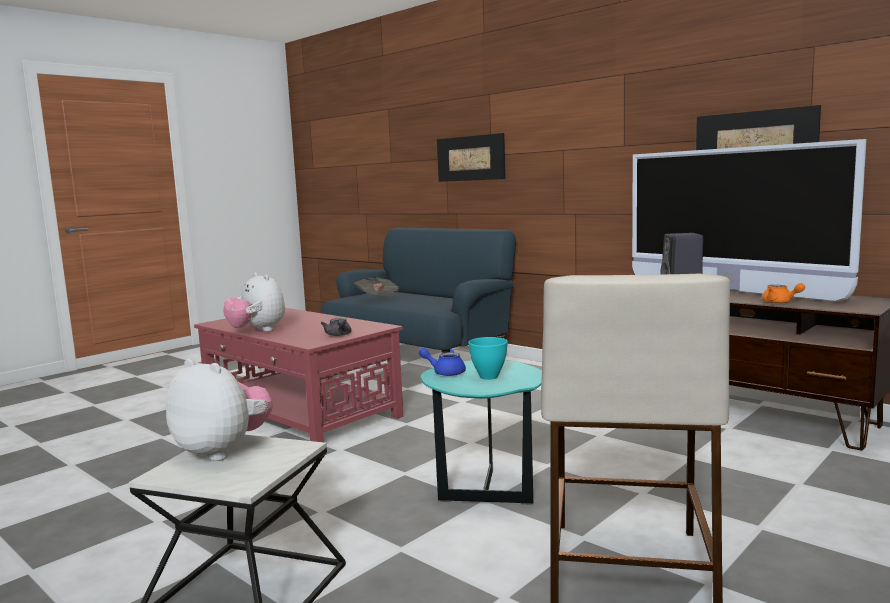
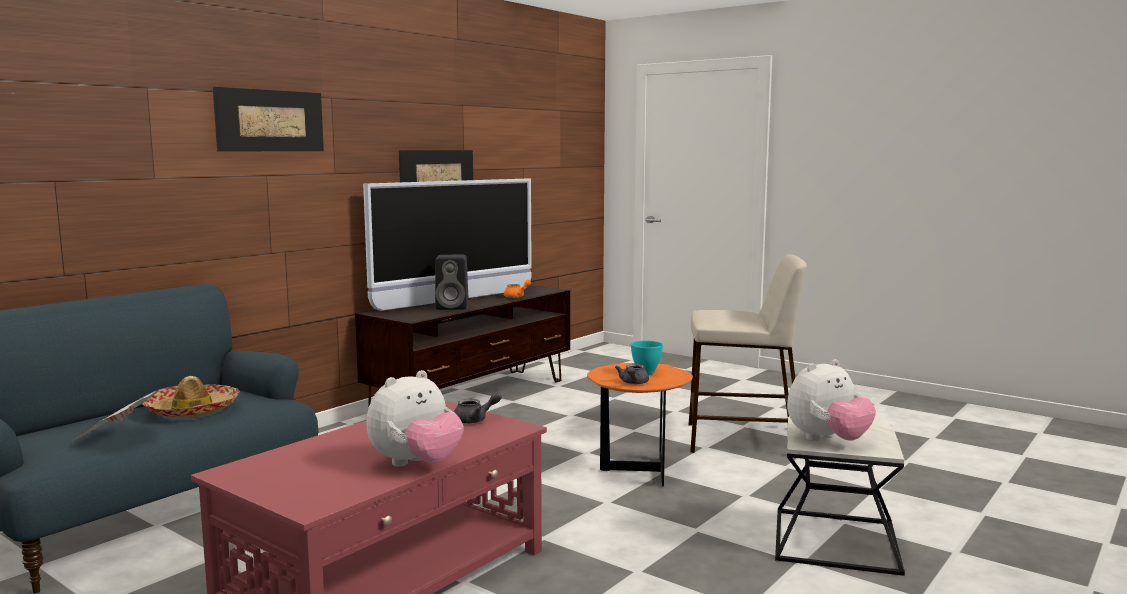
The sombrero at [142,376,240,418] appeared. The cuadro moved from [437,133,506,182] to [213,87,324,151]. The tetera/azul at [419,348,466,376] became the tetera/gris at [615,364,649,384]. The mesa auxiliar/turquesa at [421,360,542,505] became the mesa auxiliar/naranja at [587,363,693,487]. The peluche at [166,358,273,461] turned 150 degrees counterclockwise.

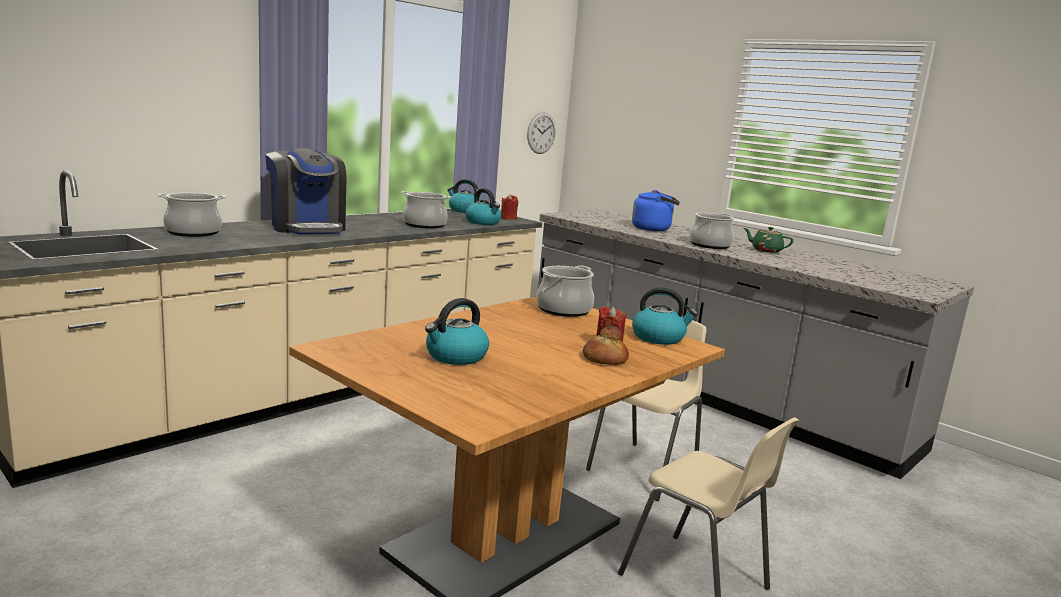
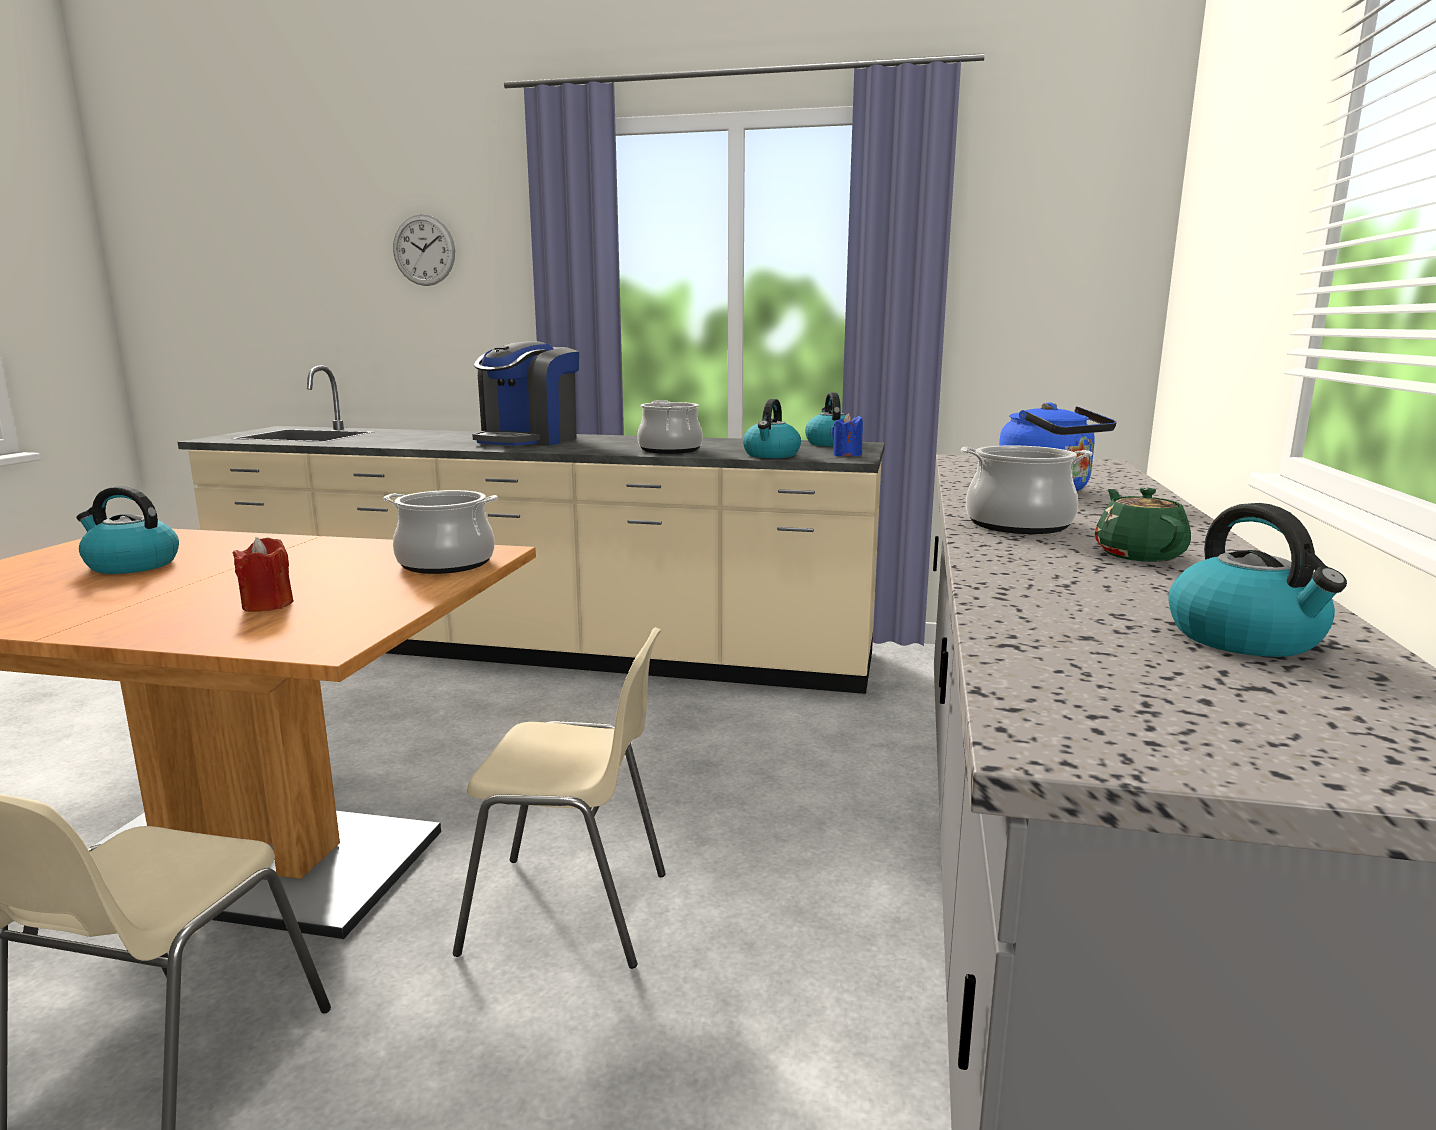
The olla at [158,193,226,237] disappeared. The pan at [583,326,629,365] disappeared. The reloj de pared moved from [527,112,555,154] to [393,214,455,286]. The hervidor moved from [632,287,698,345] to [1168,503,1347,657]. The vela/rojo at [501,194,518,220] became the vela/azul at [832,413,863,457].

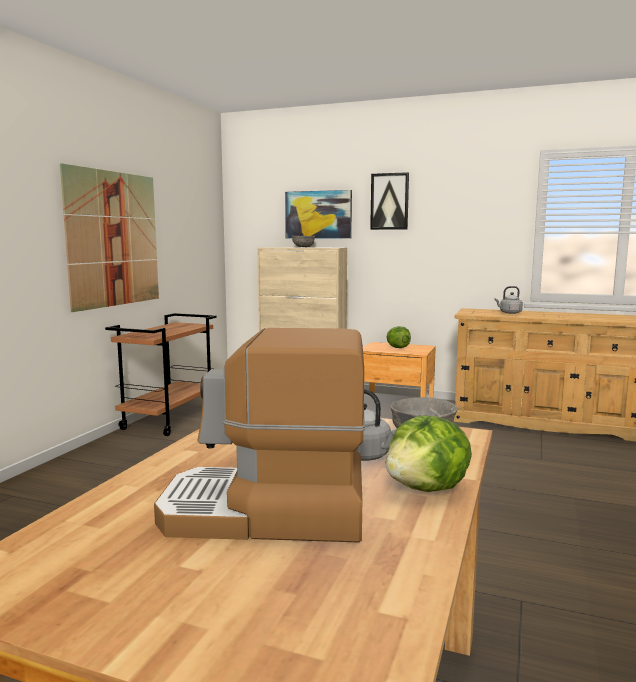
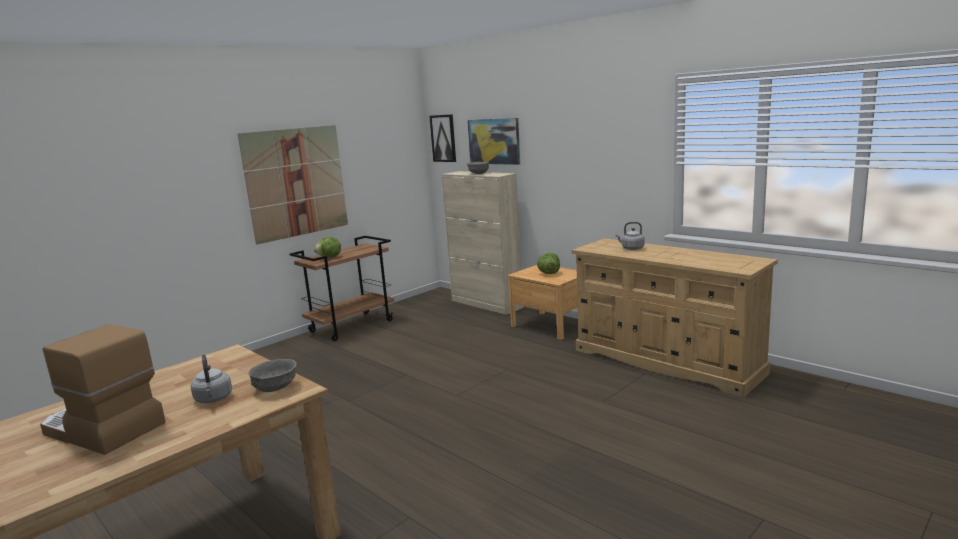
The cuadro moved from [370,172,409,230] to [429,114,456,162]. The lechuga moved from [386,415,472,492] to [314,237,341,258].

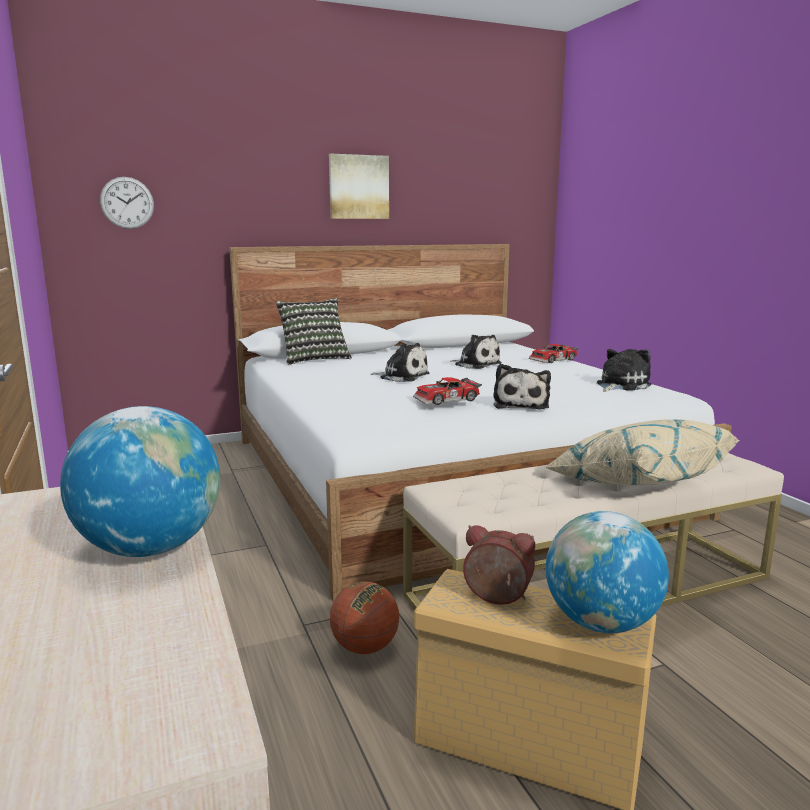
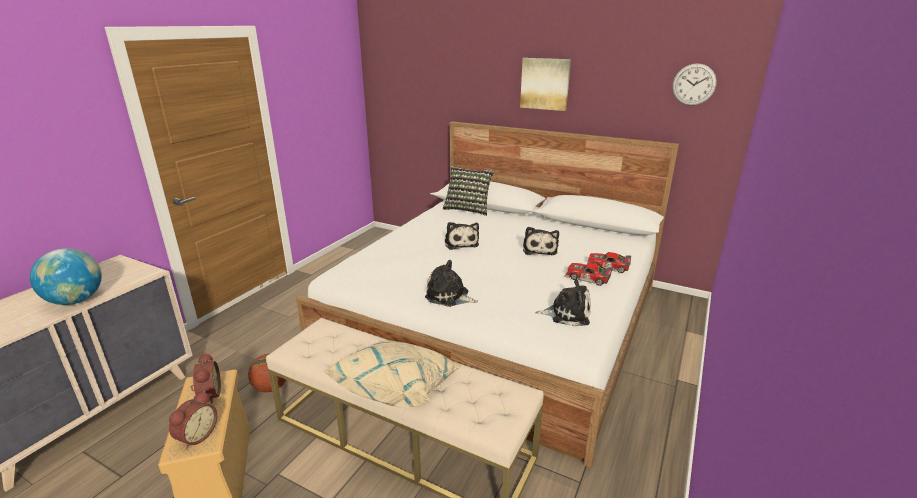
The reloj de pared moved from [100,177,154,229] to [672,63,717,106]. The coche de juguete moved from [413,377,482,405] to [565,263,613,286]. The globo terráqueo at [546,511,669,633] was replaced by the despertador at [169,391,217,449]. The peluche at [493,364,551,410] turned 60 degrees clockwise.

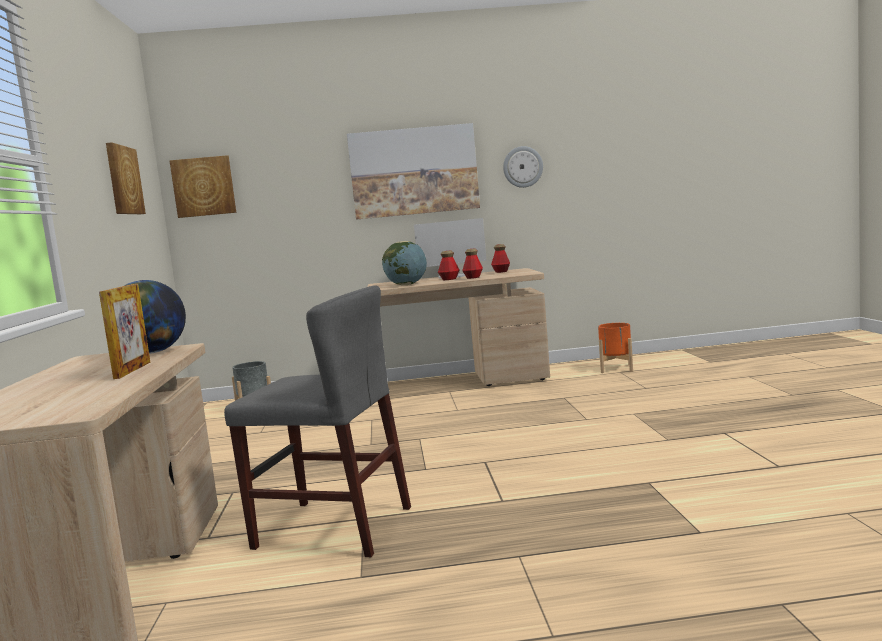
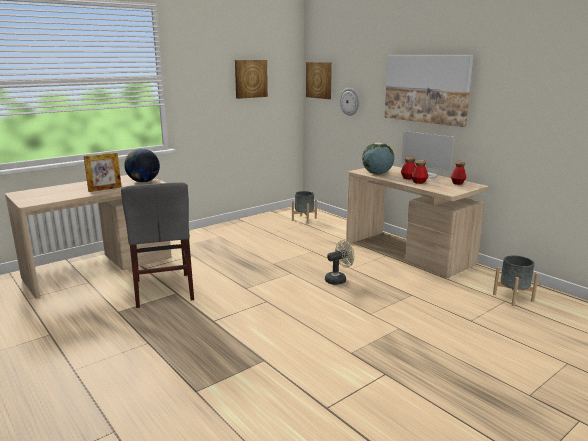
The ventilador/beis at [325,240,354,285] appeared. The reloj de pared moved from [503,146,543,188] to [340,88,359,116]. The maceta/naranja at [598,323,633,373] became the maceta/gris at [493,255,539,306].

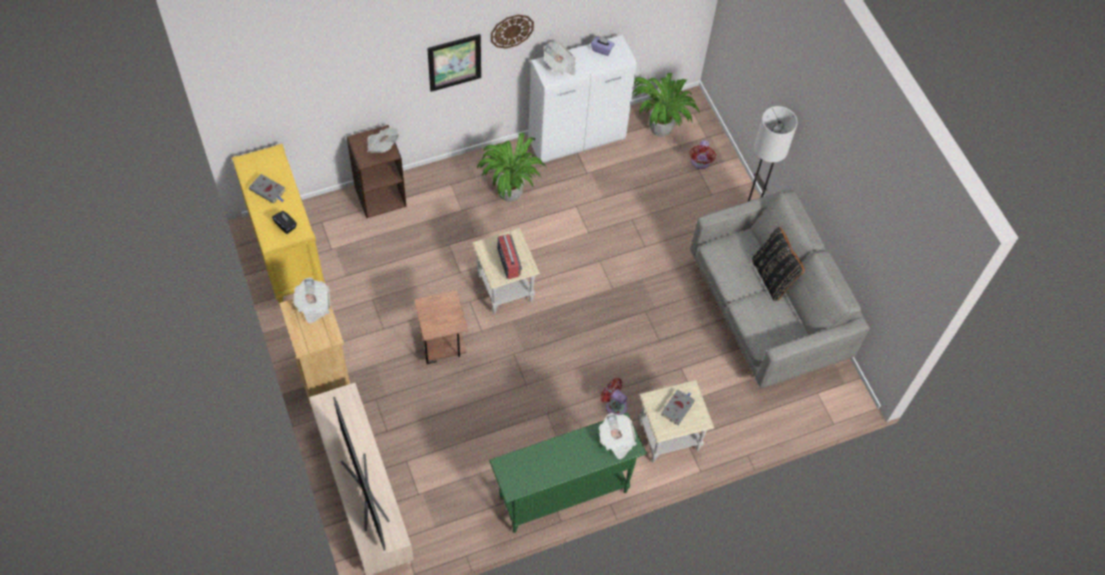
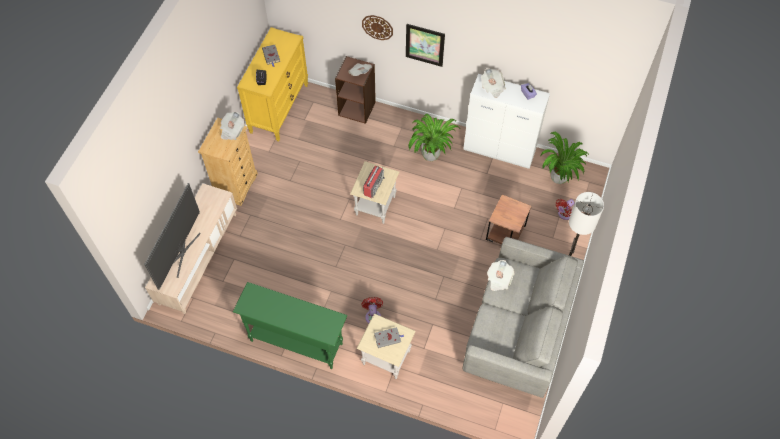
The cojín/negro at [752,227,805,301] disappeared. The mesa auxiliar/marrón moved from [414,290,468,364] to [486,194,532,244]. The reloj de pared moved from [491,15,534,49] to [362,15,393,40]. The periódico moved from [599,413,637,459] to [487,260,514,291].

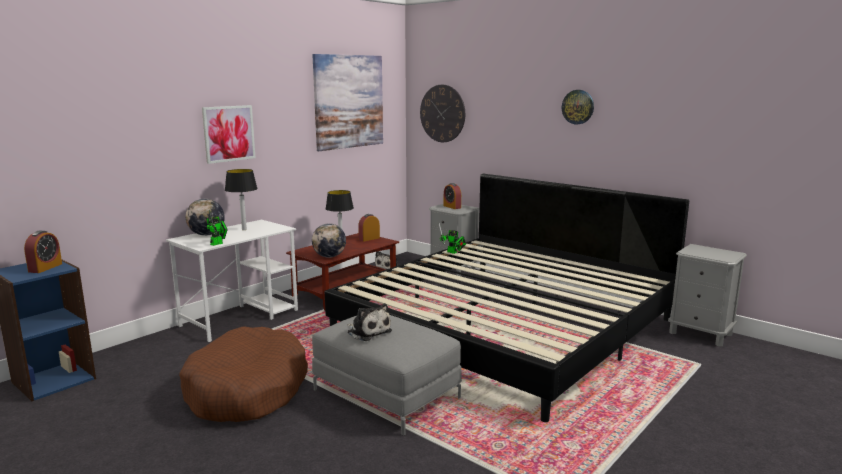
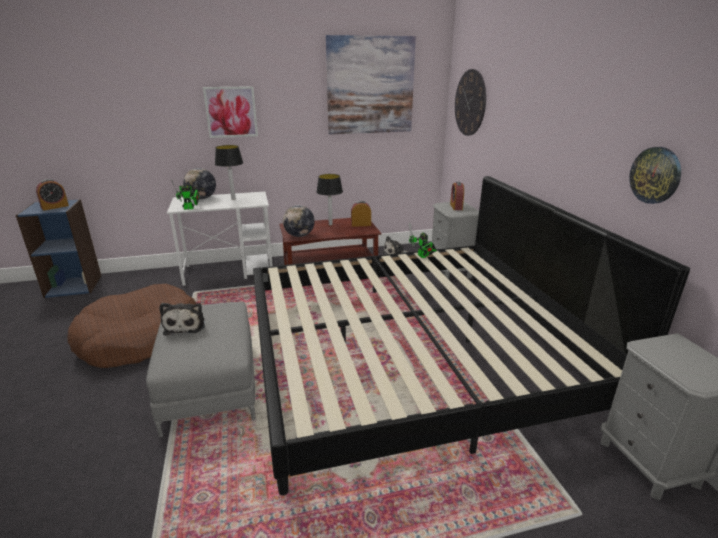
The reloj de pared moved from [562,90,594,125] to [629,147,681,204].

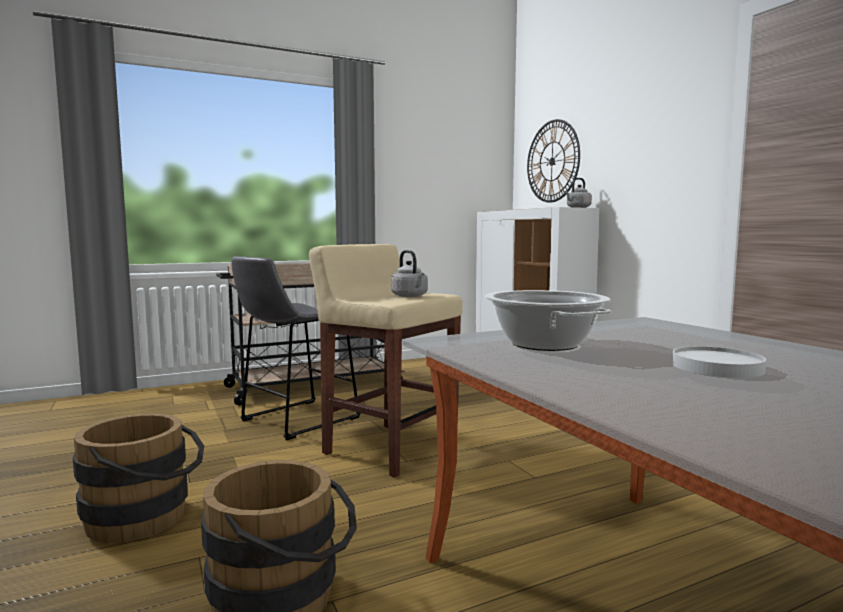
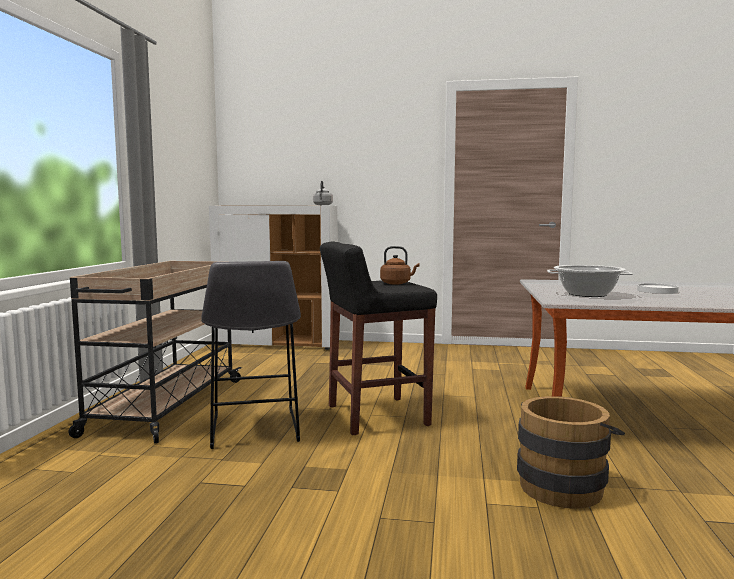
The cubo/marrón at [73,413,204,543] disappeared. The reloj de pared at [527,119,580,203] disappeared. The taburete/beis at [308,244,463,478] became the taburete/negro at [320,241,437,435]. The hervidor/gris at [391,250,428,297] became the hervidor/marrón at [380,246,420,284].

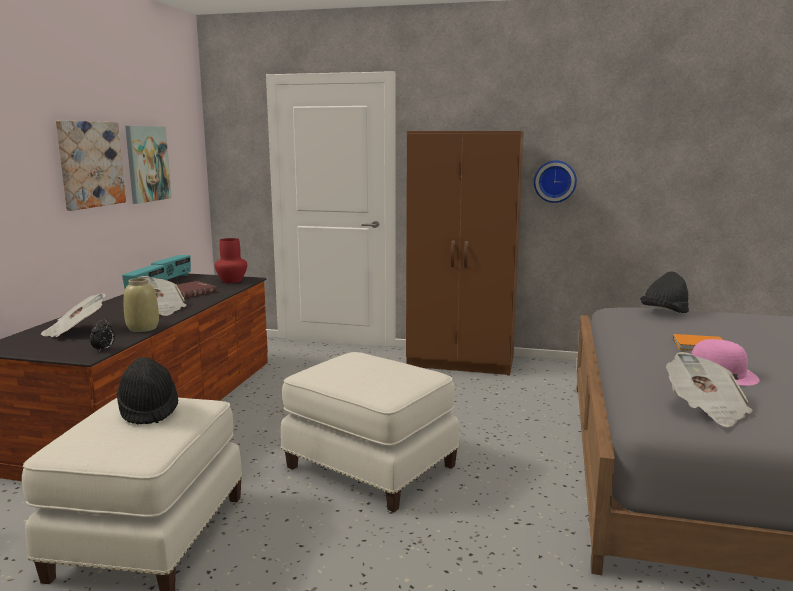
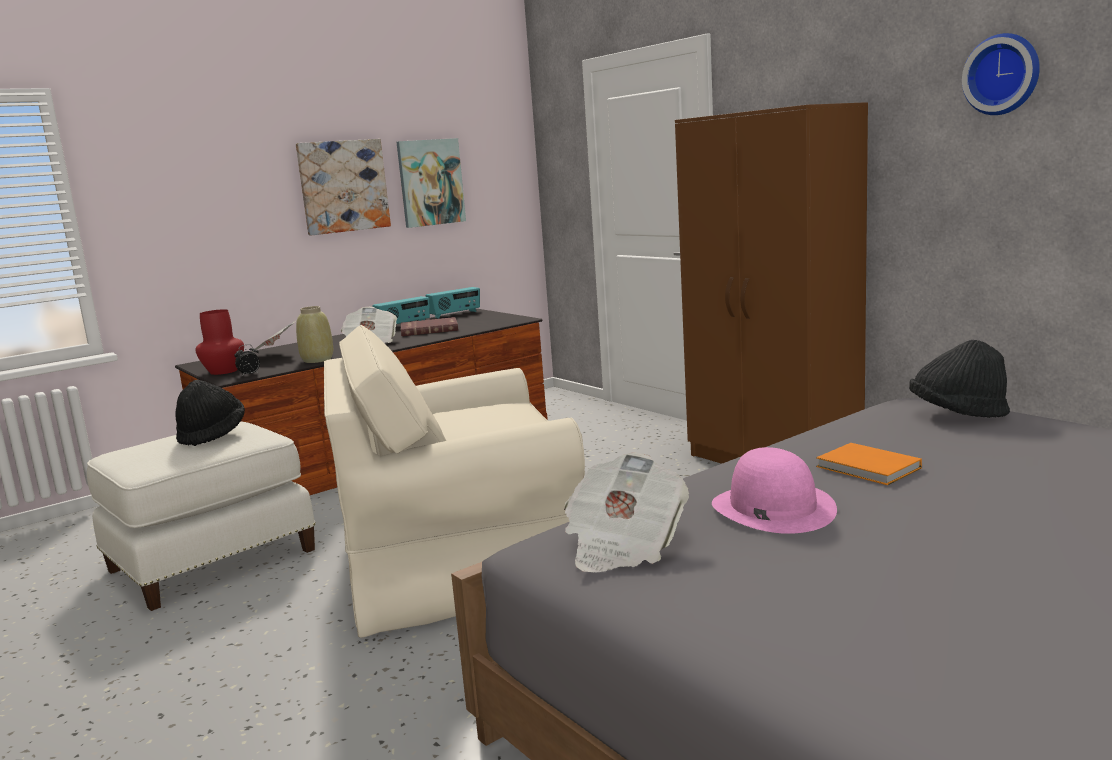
The florero/rojo moved from [215,238,247,283] to [196,309,244,375]. The reloj de pared moved from [534,160,577,203] to [962,33,1040,115]. The puf/blanco at [281,352,459,512] was replaced by the sillón/beis at [324,325,585,638].

